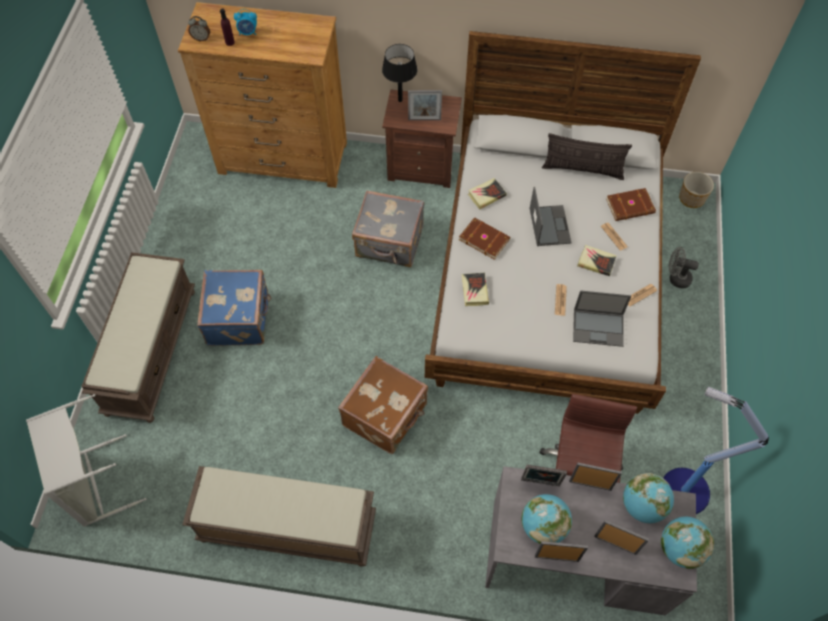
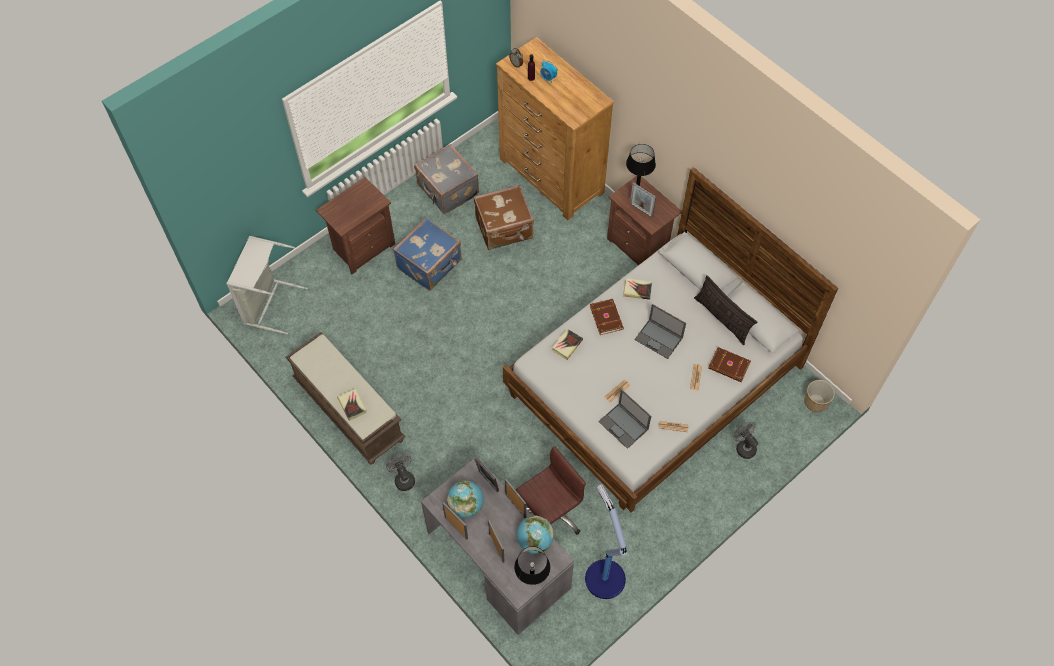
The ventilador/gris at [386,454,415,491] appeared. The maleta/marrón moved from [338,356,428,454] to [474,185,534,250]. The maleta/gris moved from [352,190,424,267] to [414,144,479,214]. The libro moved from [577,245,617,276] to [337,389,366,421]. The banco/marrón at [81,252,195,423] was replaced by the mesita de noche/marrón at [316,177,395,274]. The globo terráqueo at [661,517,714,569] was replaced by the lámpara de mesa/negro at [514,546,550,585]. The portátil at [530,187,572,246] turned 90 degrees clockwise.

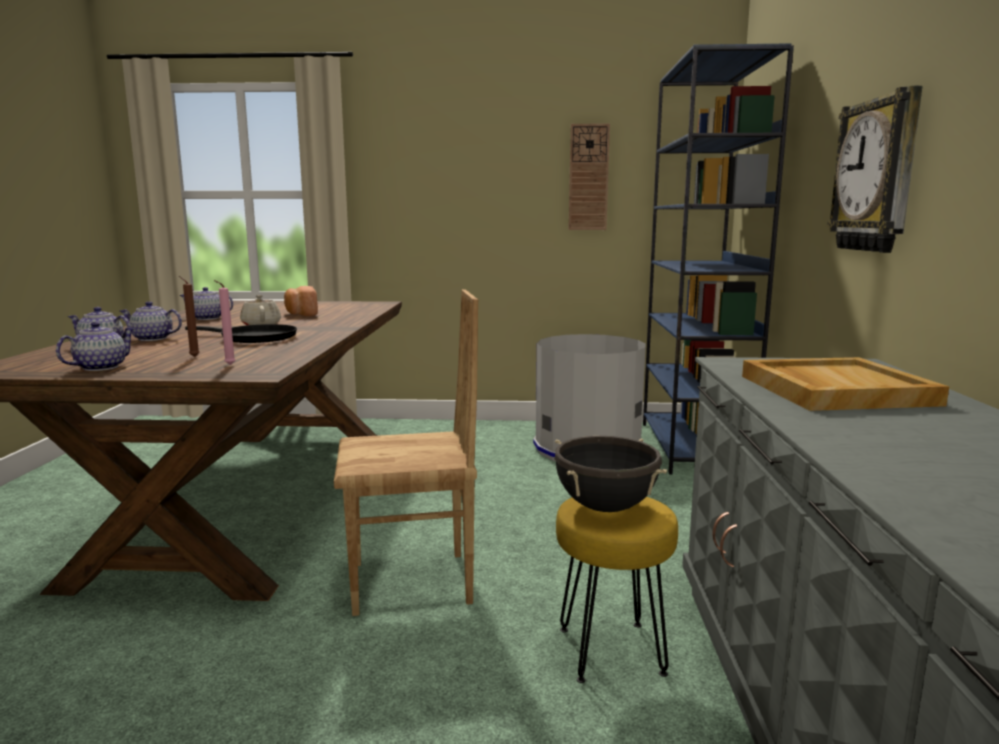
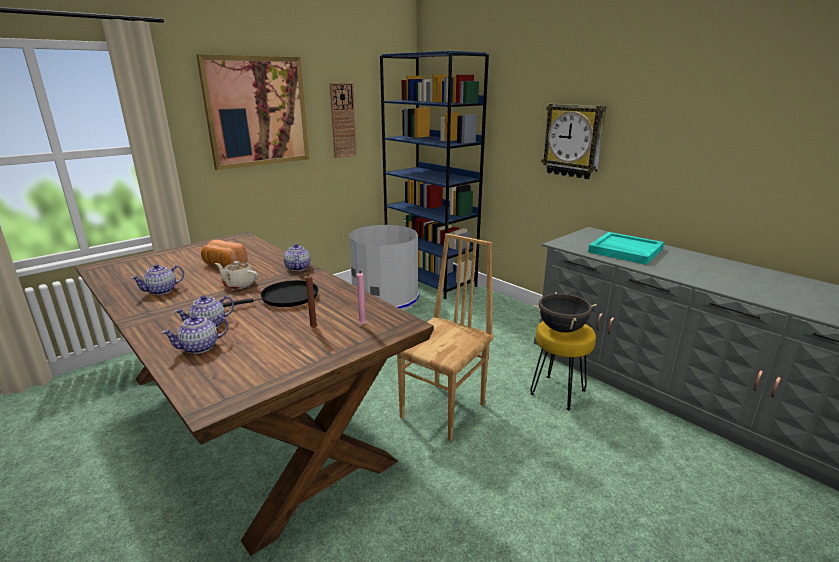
The cuadro at [196,54,309,170] appeared. The tetera moved from [56,322,135,371] to [284,244,311,271]. The bandeja/beis at [742,357,949,411] became the bandeja/turquesa at [588,232,664,265].

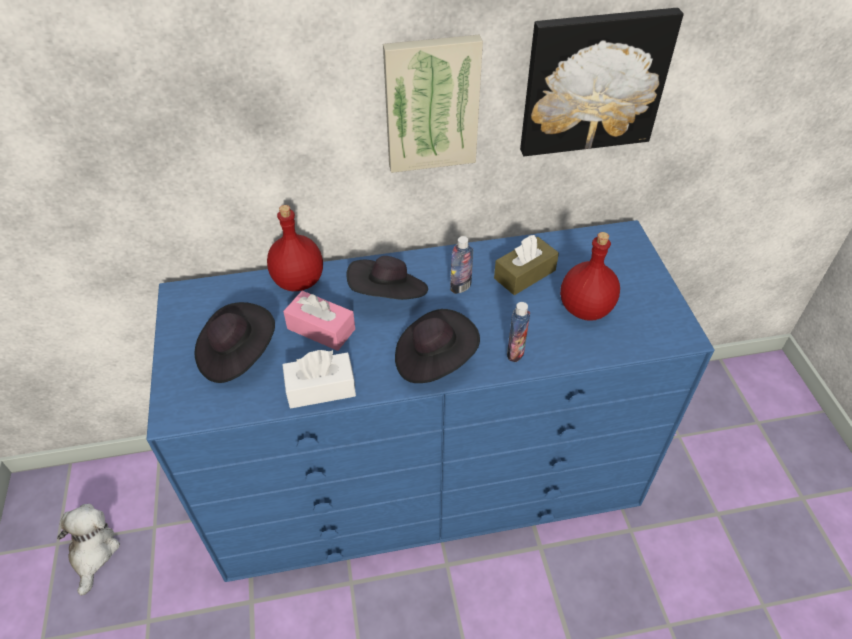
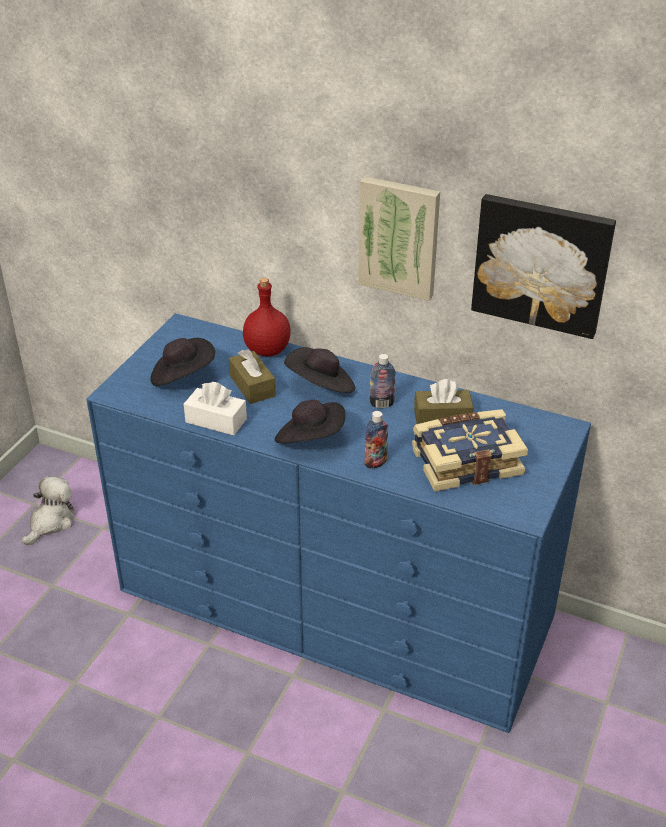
The botella/rojo at [560,232,620,321] was replaced by the libro at [412,409,528,492]. The caja de pañuelos/rosa at [283,291,355,351] became the caja de pañuelos/marrón at [229,349,276,404].

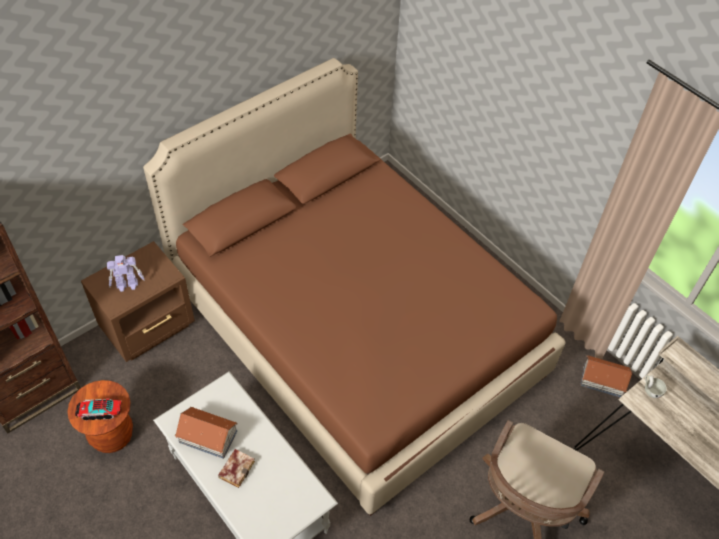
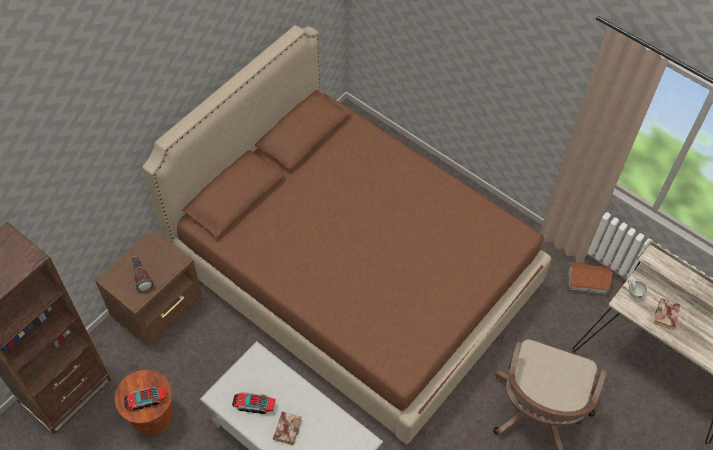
The libro at [654,298,681,330] appeared. The robot de juguete at [107,255,145,292] was replaced by the linterna at [132,255,154,292]. The casita at [175,407,238,459] was replaced by the camión de juguete at [232,392,276,414].

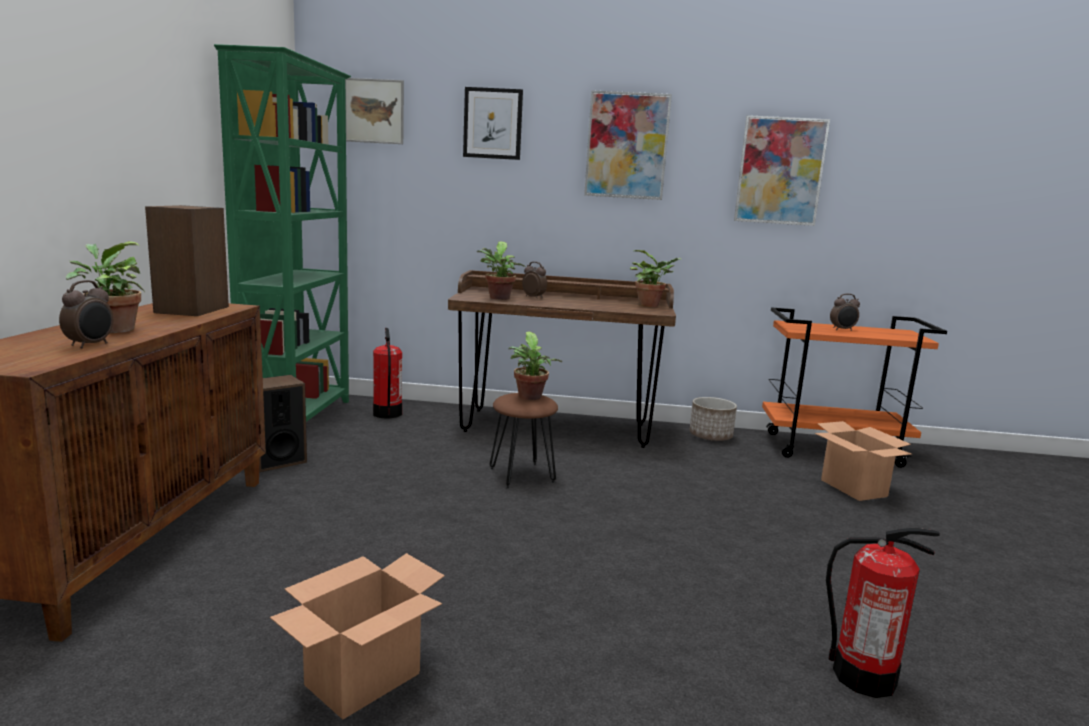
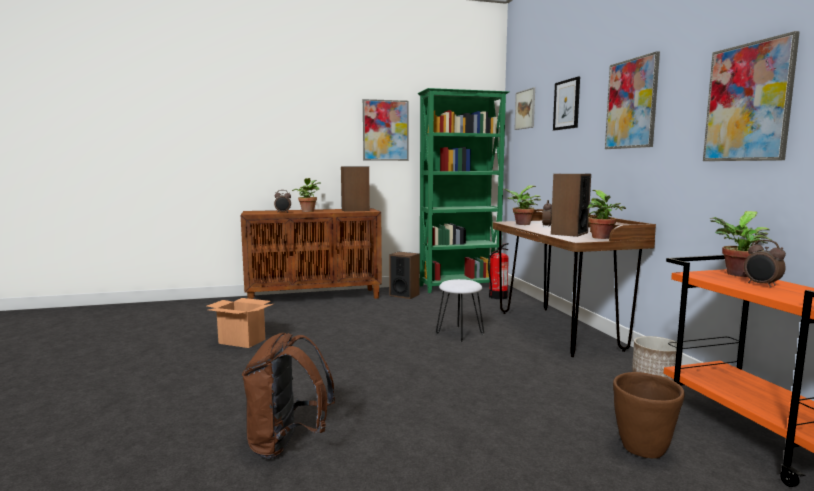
The cuadro at [363,99,409,161] appeared. The altavoz at [551,173,591,237] appeared. The planta en maceta moved from [508,332,562,400] to [710,211,772,277]. The caja de cartón at [815,421,912,501] was replaced by the maceta/marrón at [613,372,685,459]. The extintor at [826,528,940,698] was replaced by the mochila/marrón at [242,333,335,459]. The taburete/marrón at [490,393,558,488] became the taburete/blanco at [436,279,484,342].

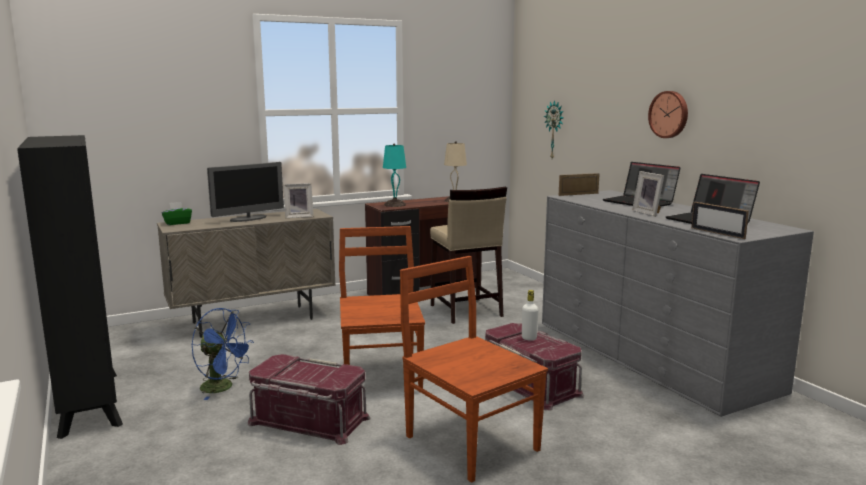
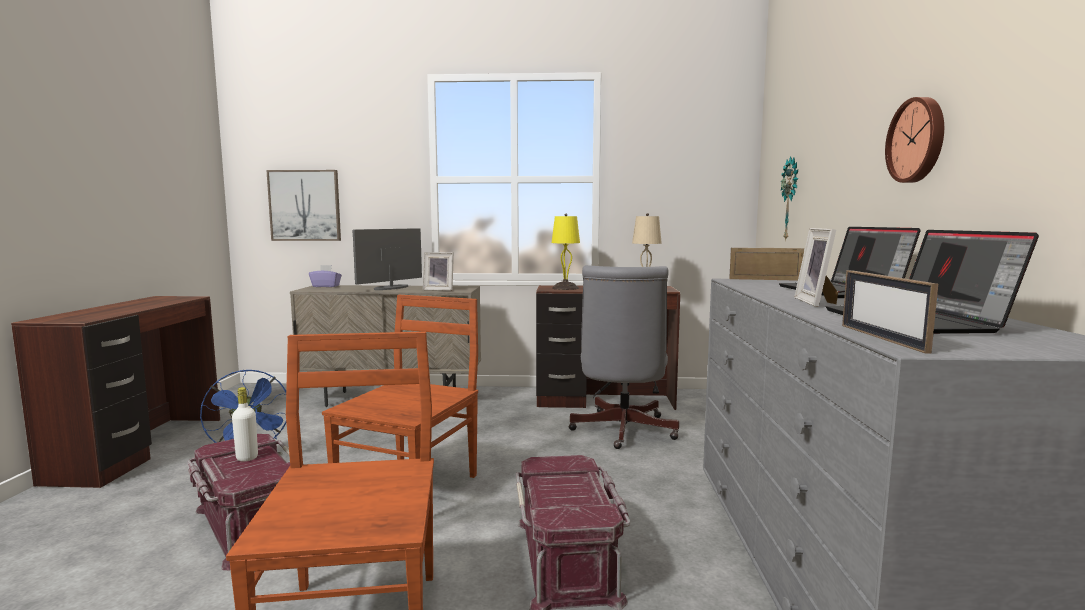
The cuadro at [266,170,341,241] appeared. The botella/blanco moved from [522,290,538,341] to [232,387,258,461]. The estantería/negro at [17,135,123,439] was replaced by the escritorio/marrón at [11,296,220,488]. The taburete/beis at [430,187,507,324] was replaced by the silla de oficina/gris at [569,265,679,449]. The caja de pañuelos/verde at [162,202,192,225] became the caja de pañuelos/morado at [309,265,342,287]. The lámpara de mesa/turquesa at [383,143,406,207] became the lámpara de mesa/amarillo at [552,214,580,290]. The monitor at [207,162,284,222] turned 135 degrees clockwise.

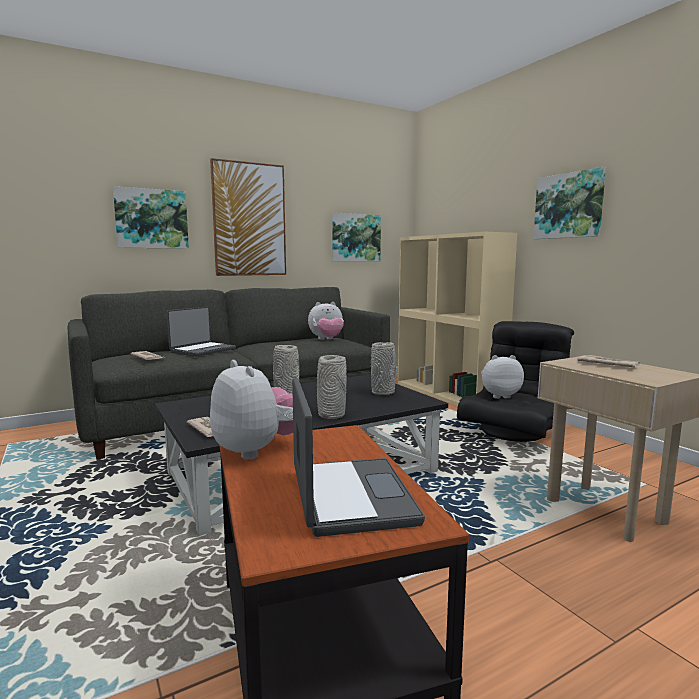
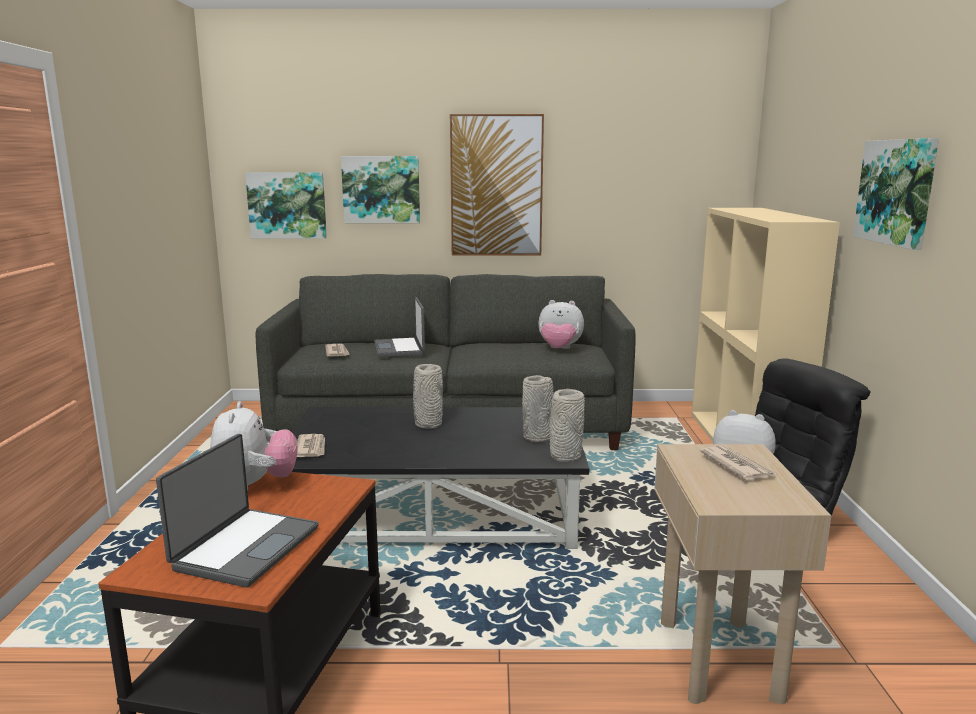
The florero/gris moved from [317,355,347,419] to [549,389,585,462]. The cuadro moved from [332,213,381,261] to [245,172,327,239]. The portátil at [167,306,236,357] turned 105 degrees clockwise.

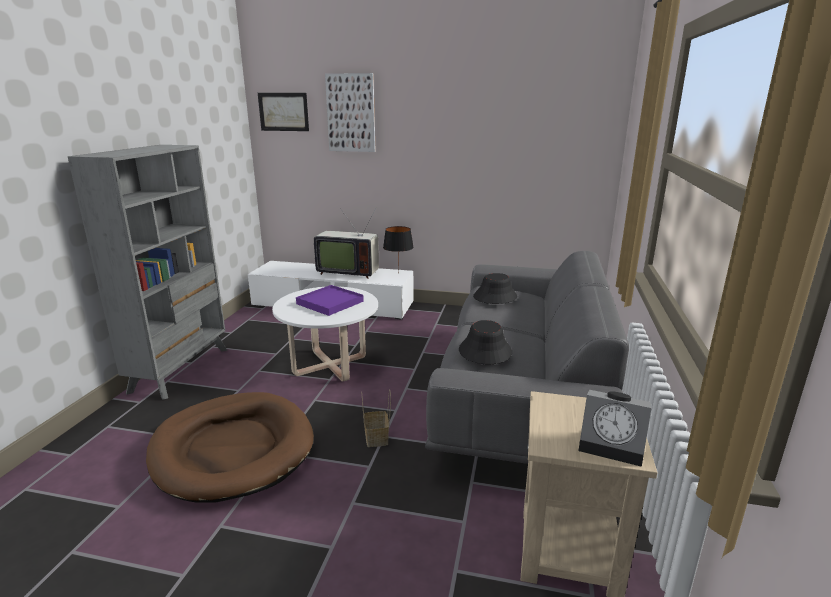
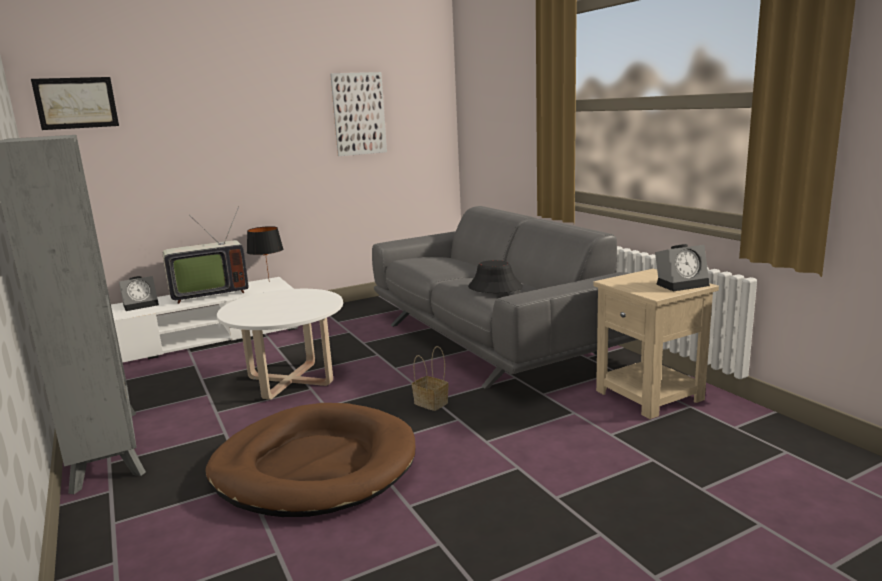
The bandeja/morado at [296,285,364,316] disappeared. The sombrero/negro at [473,273,517,304] disappeared. The despertador at [119,276,159,311] appeared. The cuadro moved from [325,73,376,152] to [330,72,387,156].

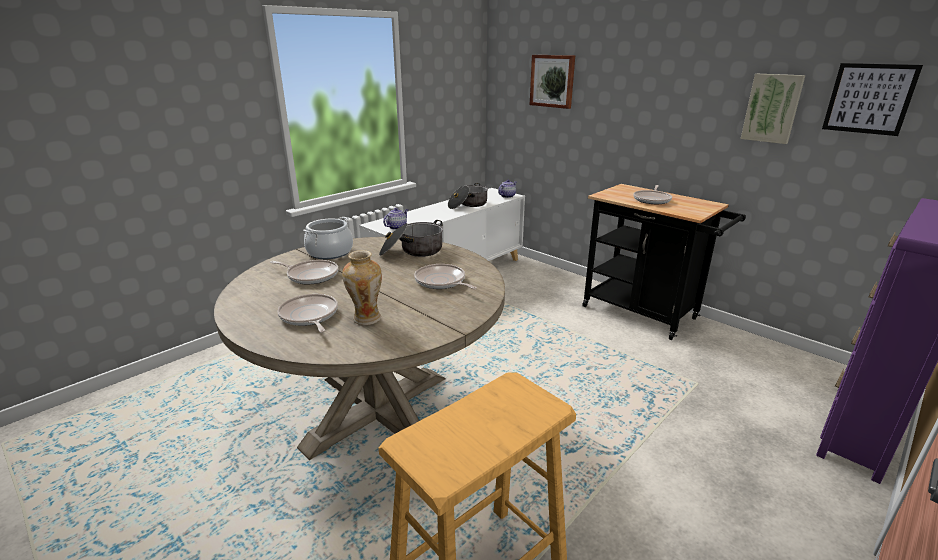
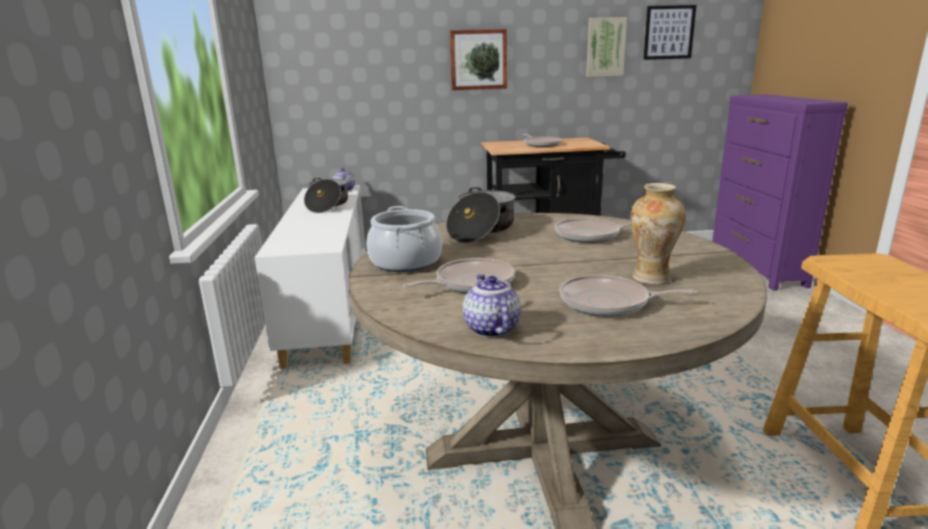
The tetera moved from [383,208,408,230] to [463,274,521,337]. The cuadro moved from [530,55,575,109] to [450,29,507,90].

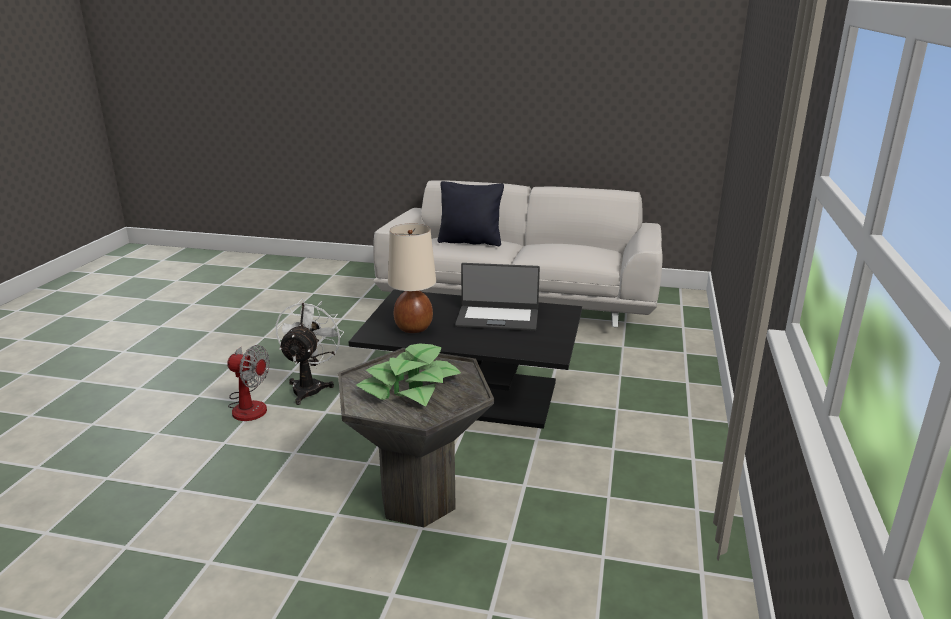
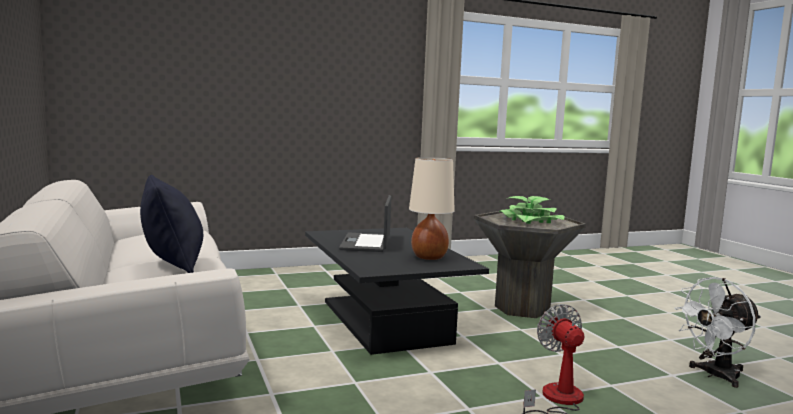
The ventilador/blanco moved from [276,299,344,405] to [674,277,761,388]. The portátil at [455,263,540,331] turned 150 degrees counterclockwise.

